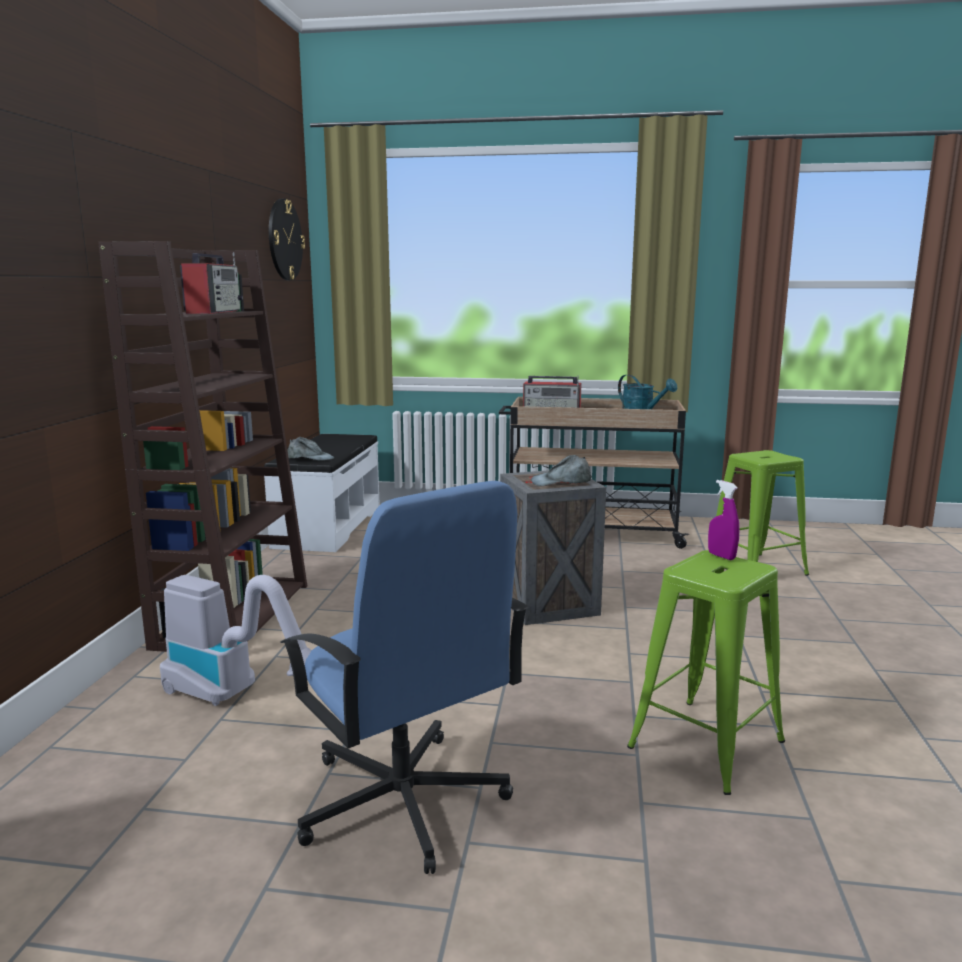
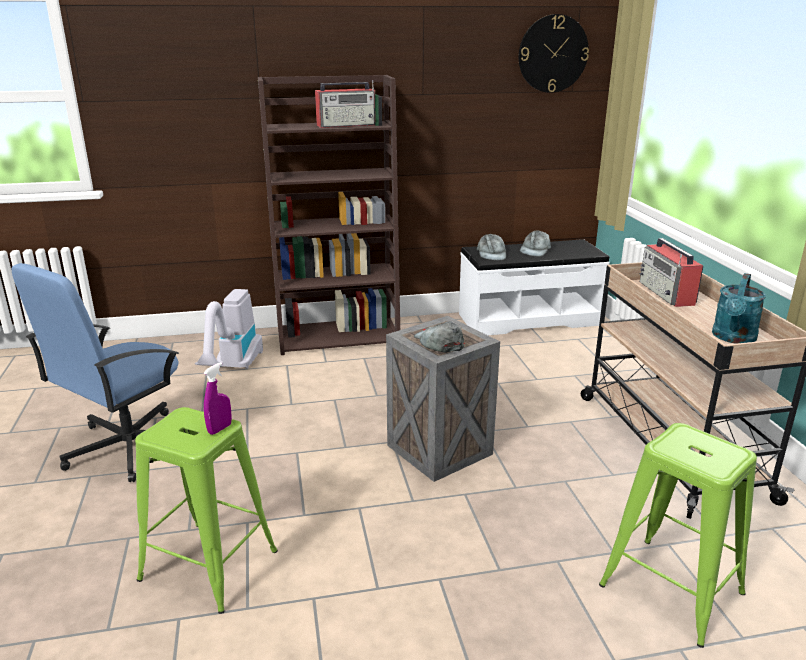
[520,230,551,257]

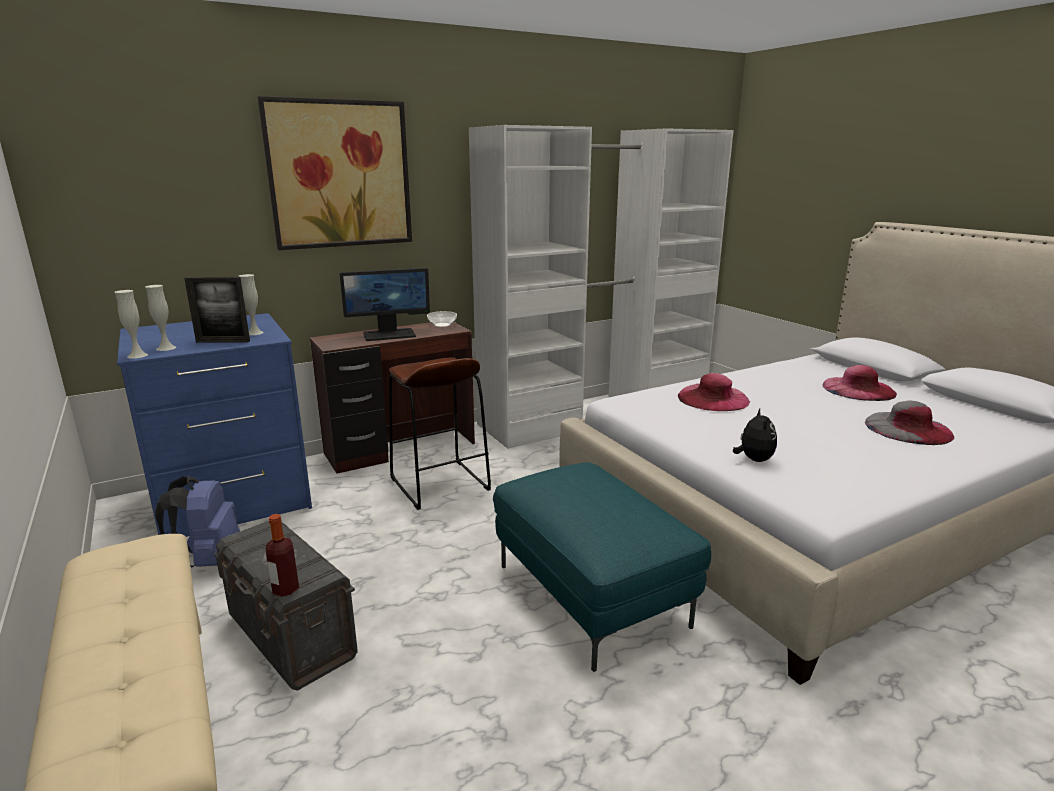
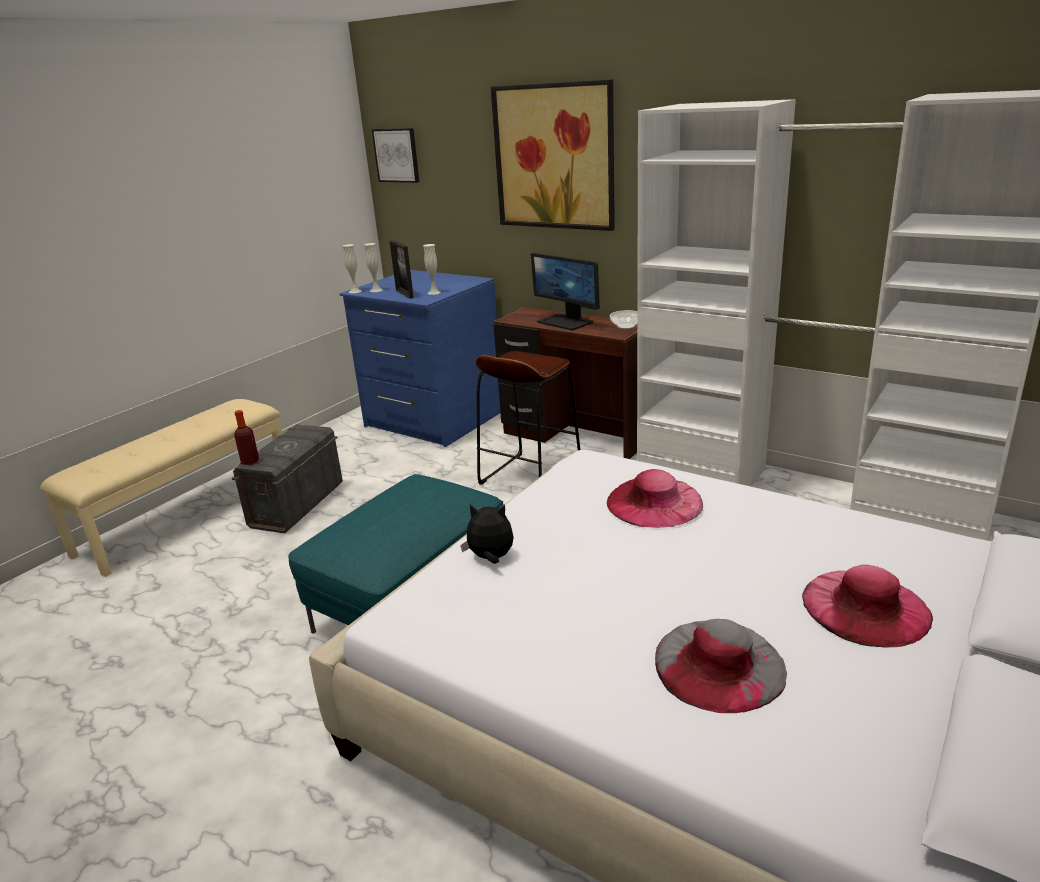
[155,476,240,568] (first image)
[372,128,419,183]
[460,505,514,564]

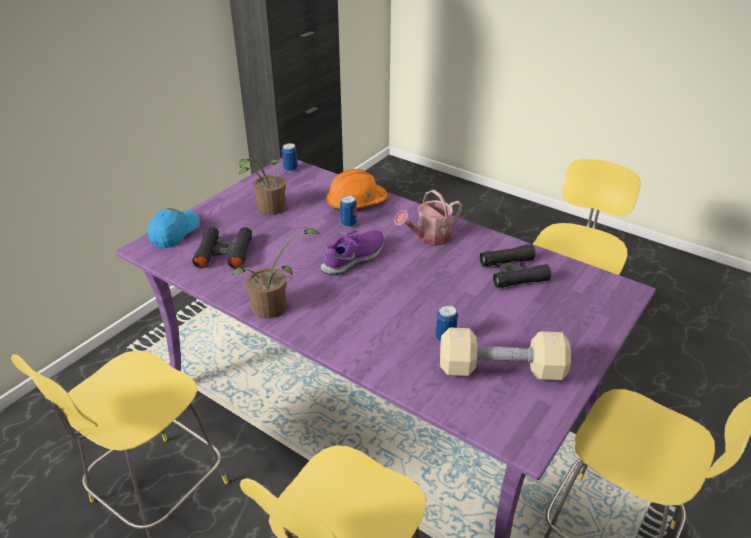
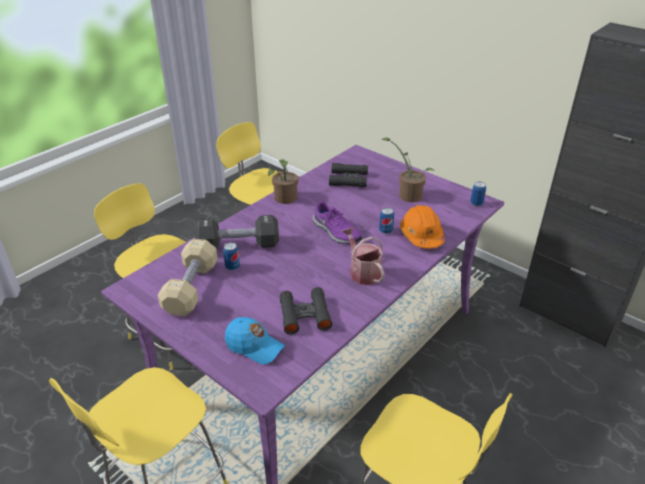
[194,215,279,249]
[225,317,285,364]

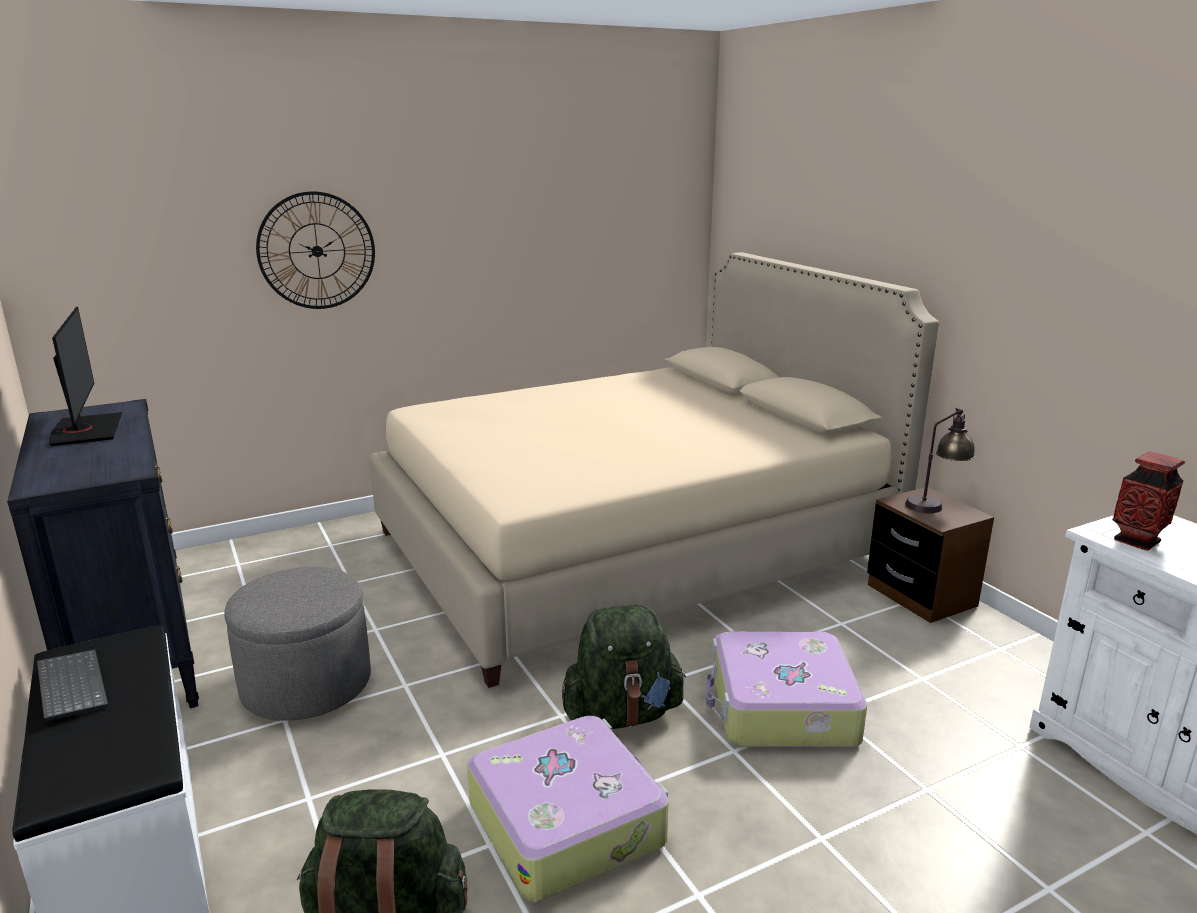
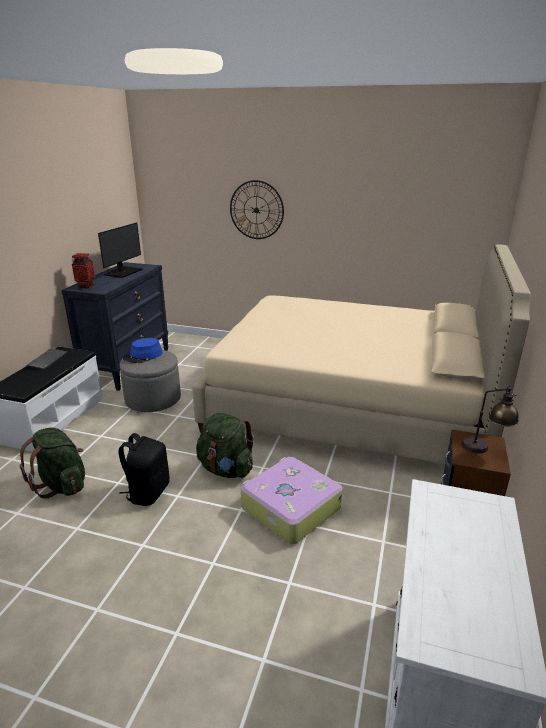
[123,338,163,363]
[72,253,95,288]
[119,433,170,506]

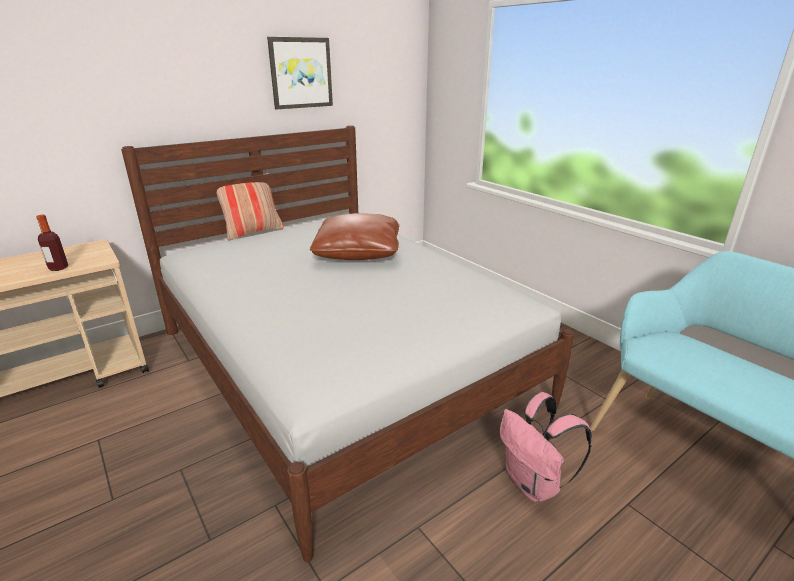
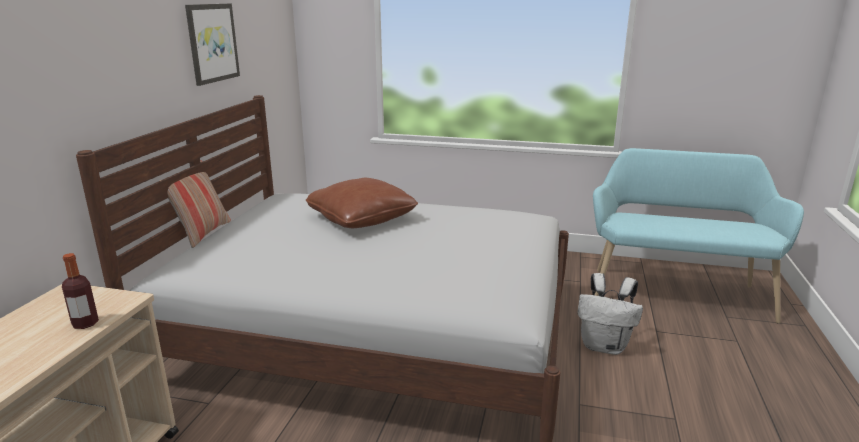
[577,273,643,355]

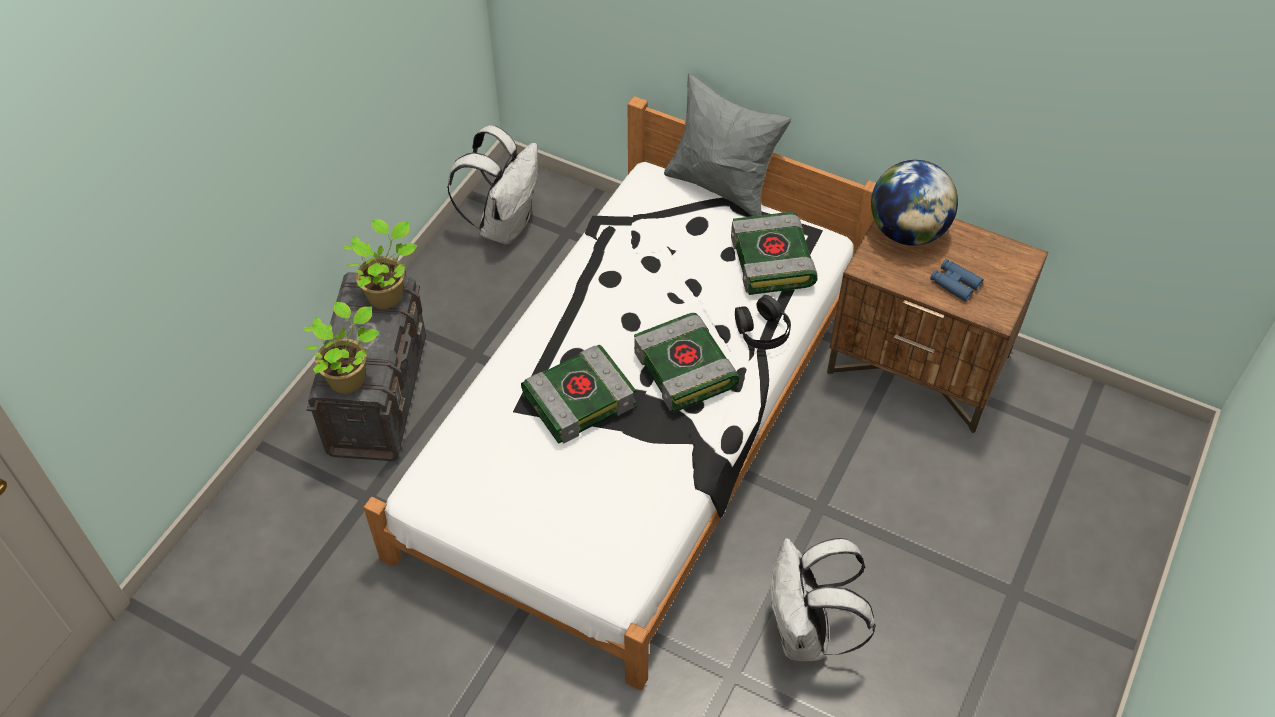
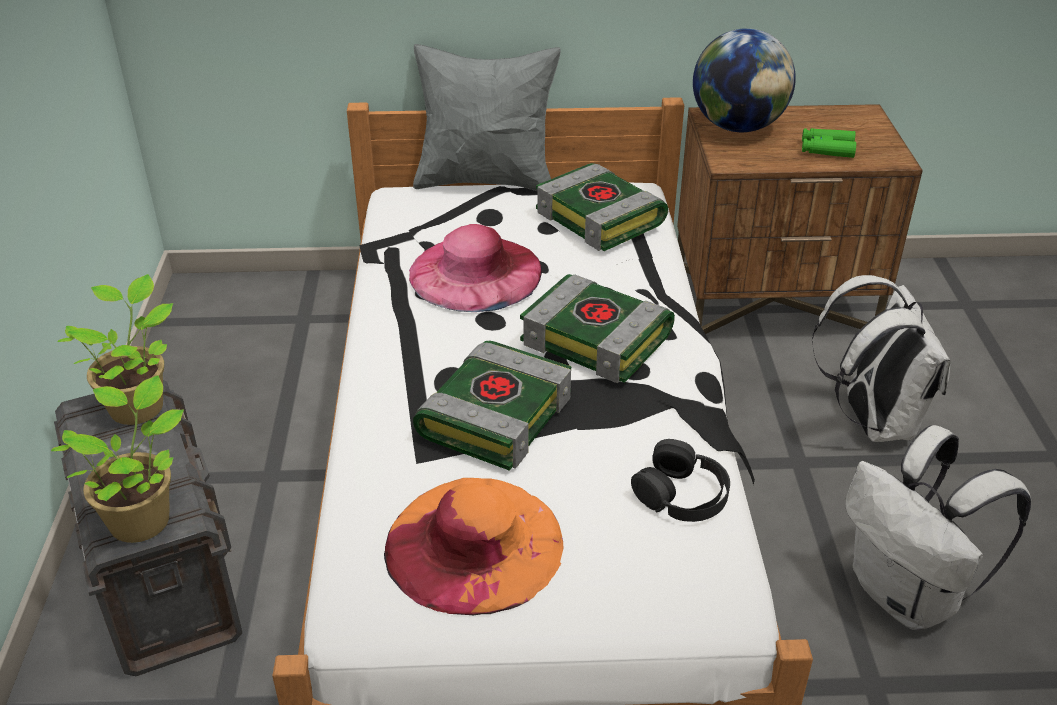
[384,478,563,615]
[409,224,542,312]
[811,275,951,442]
[631,439,730,522]
[802,128,856,158]

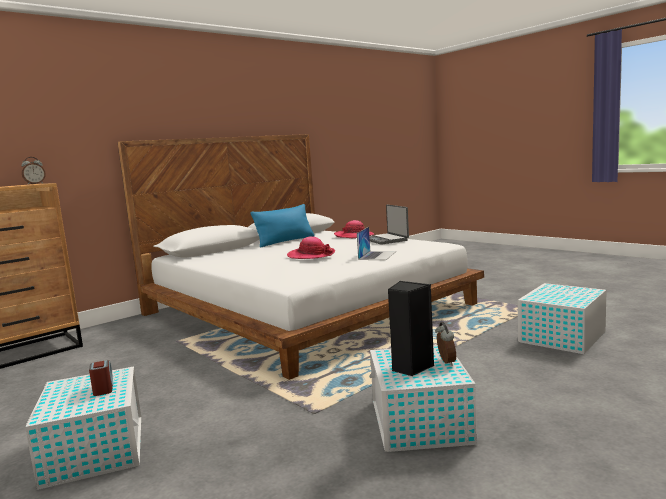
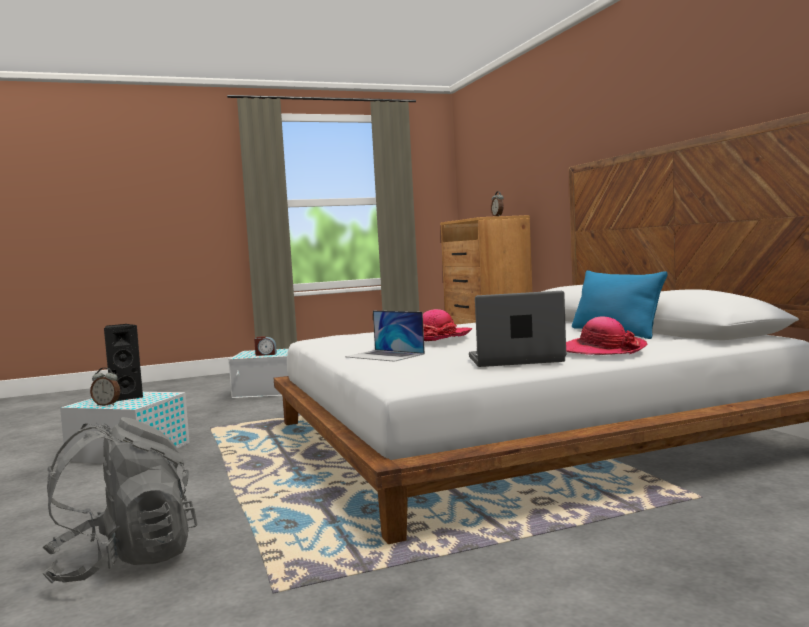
[43,417,197,584]

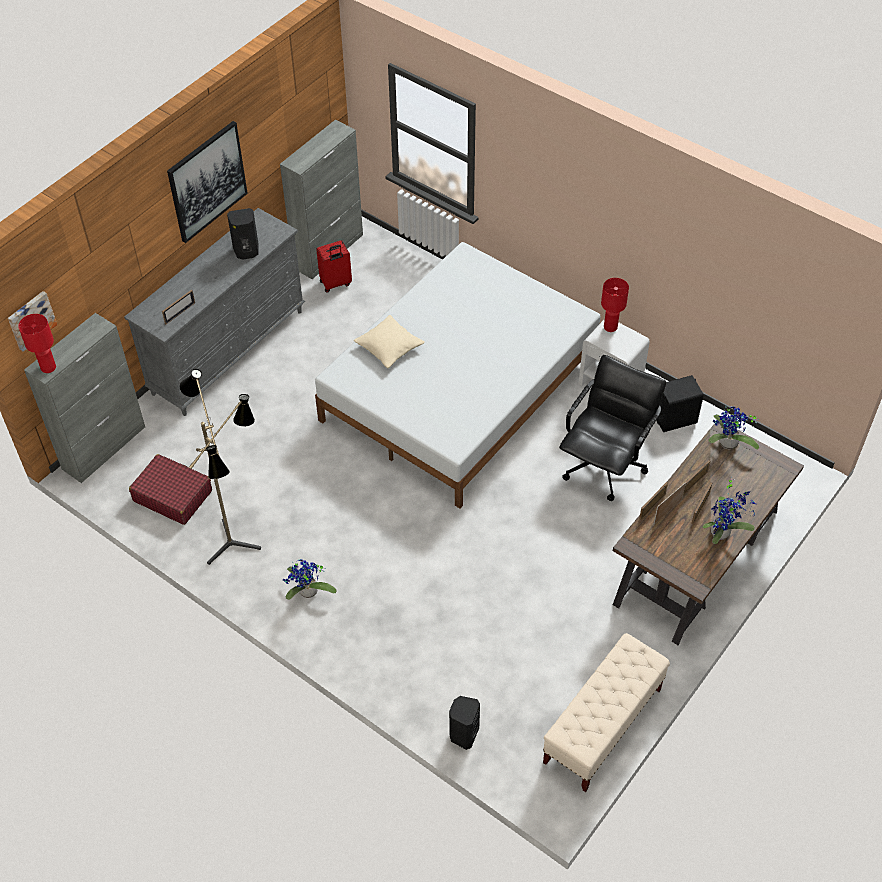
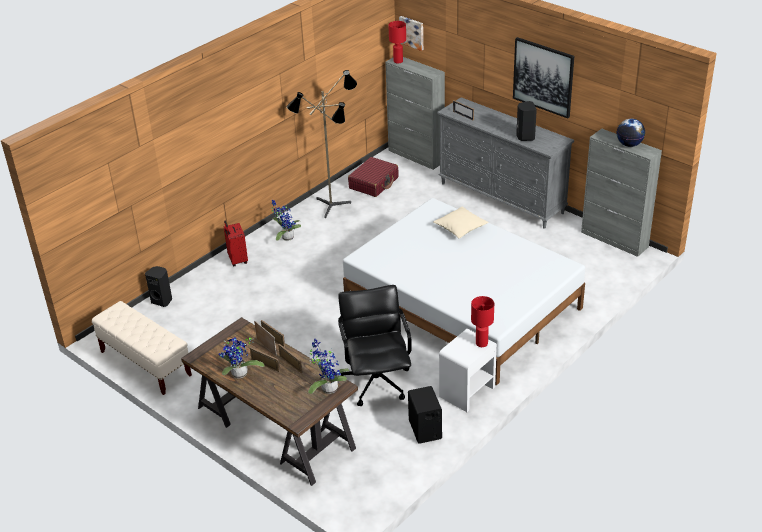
[617,119,645,147]
[224,221,248,267]
[338,285,411,406]

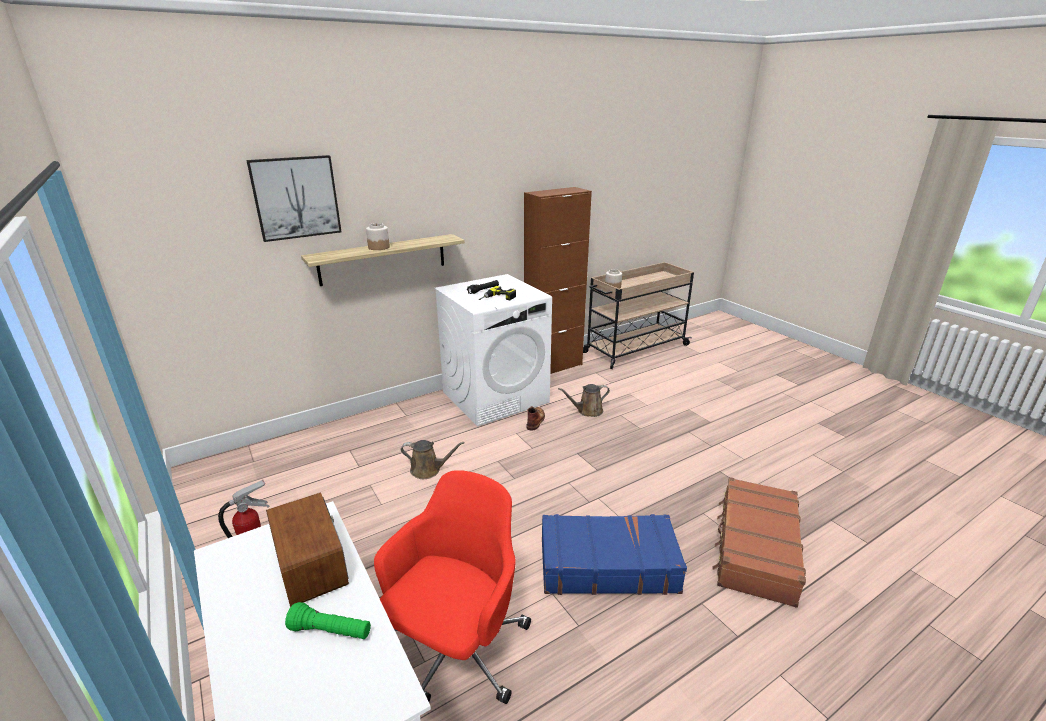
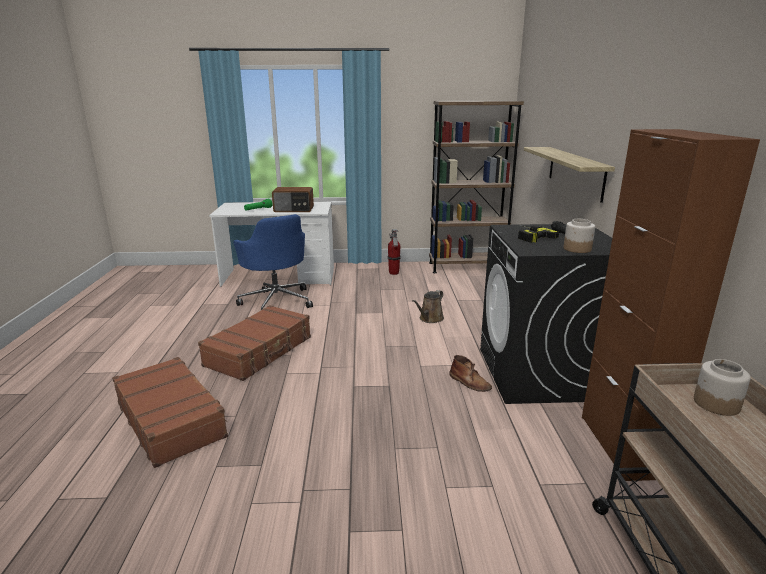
[246,155,342,242] (first image)
[558,384,610,417] (first image)
[429,101,524,273]
[563,219,595,253]
[233,214,313,310]
[480,224,612,404]
[198,305,311,381]

